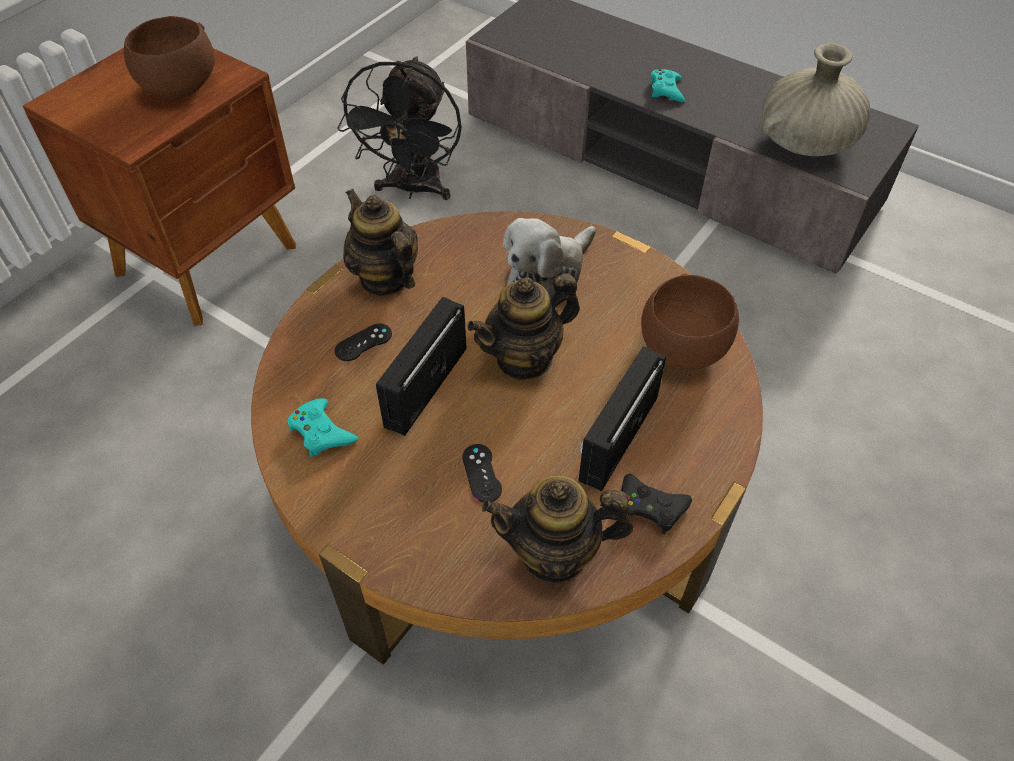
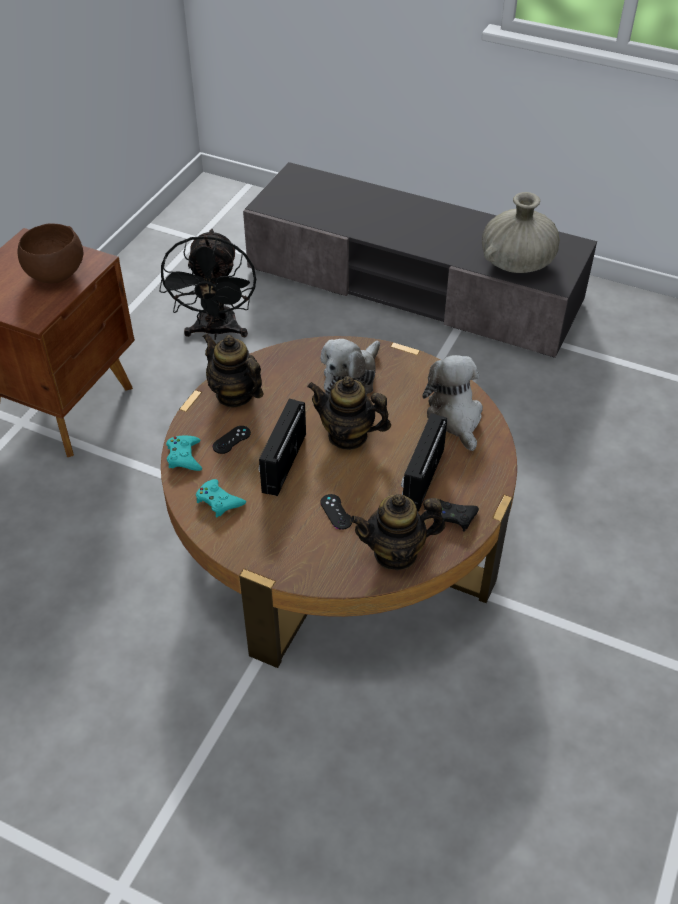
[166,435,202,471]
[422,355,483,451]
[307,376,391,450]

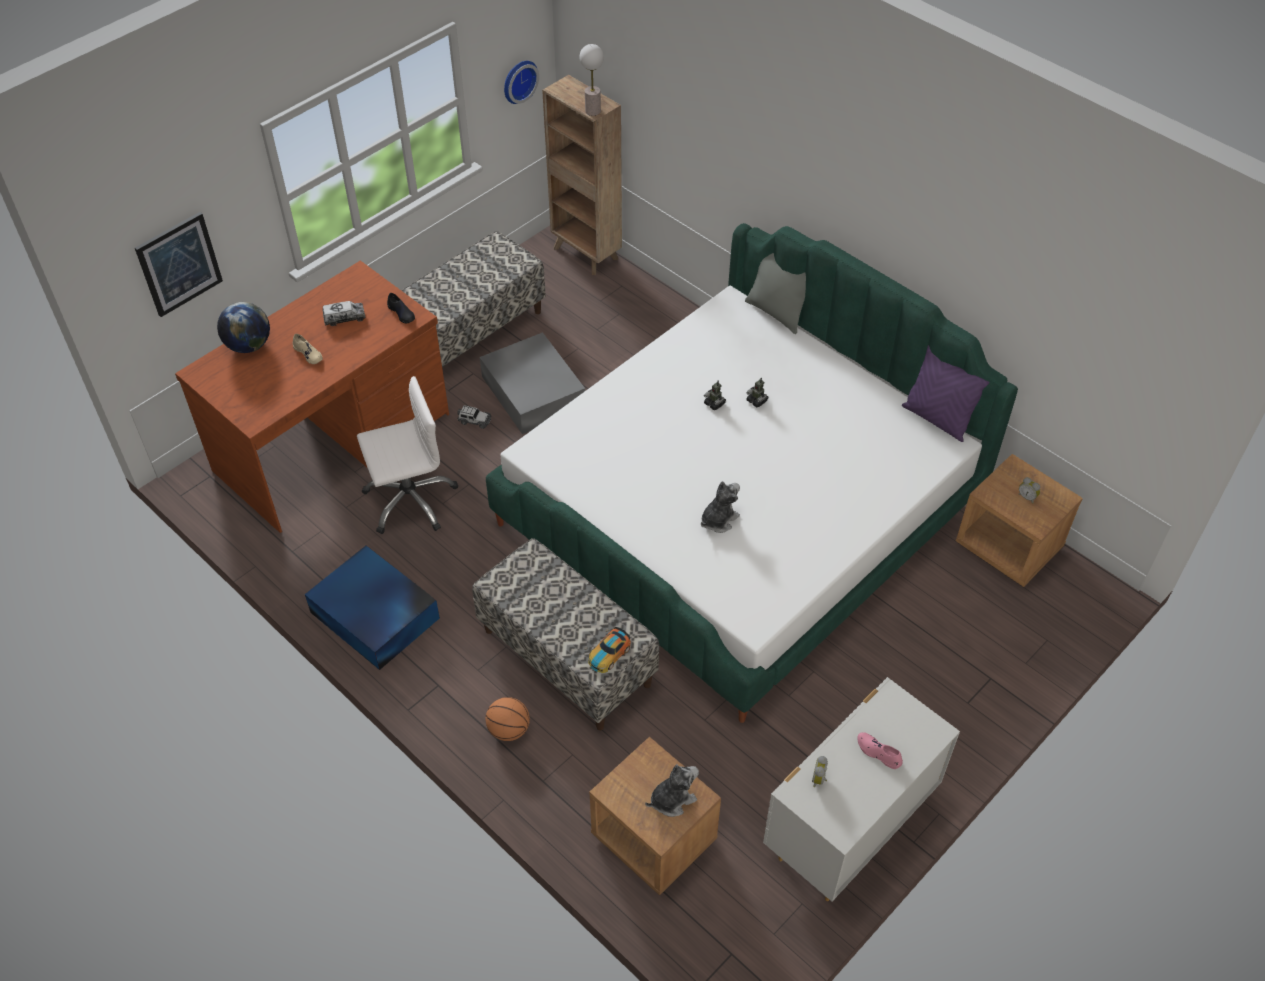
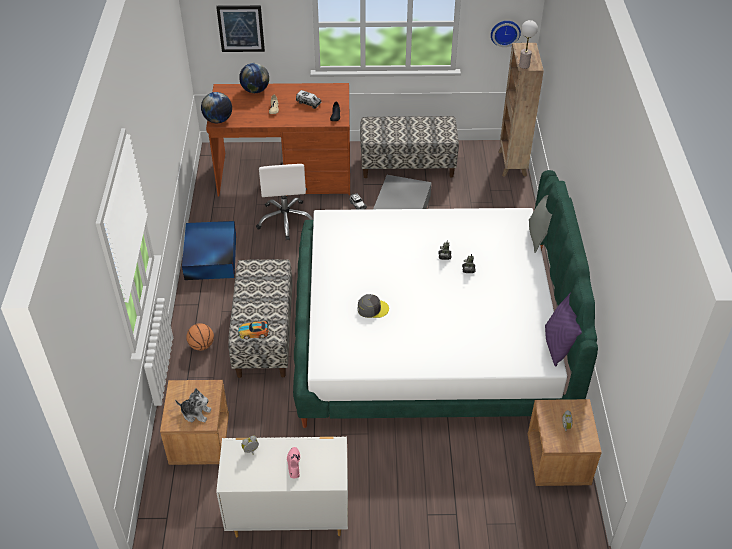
[201,92,232,123]
[358,294,389,318]
[256,164,313,240]

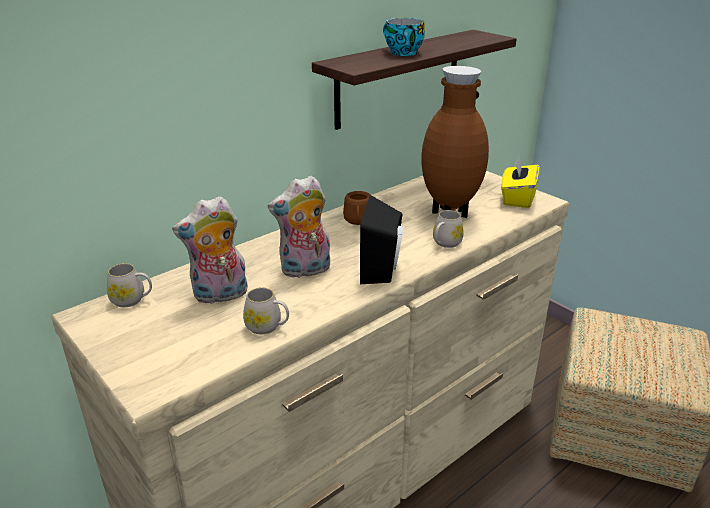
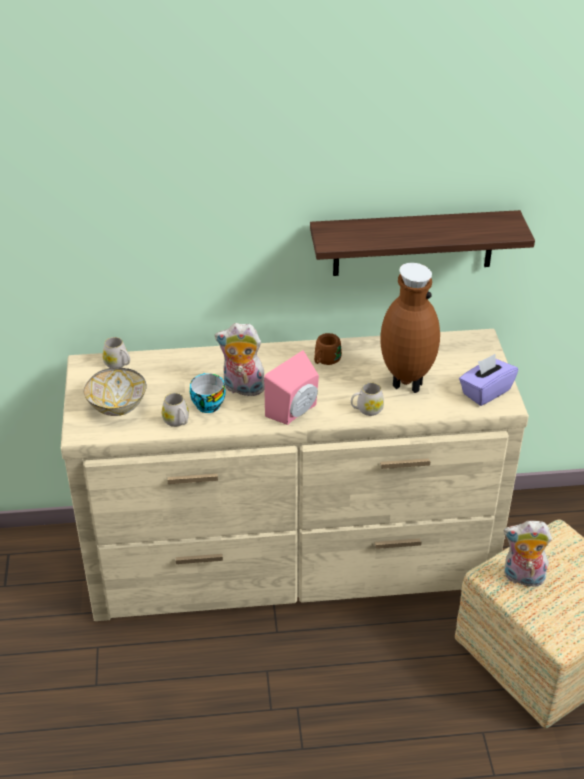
[84,367,147,416]
[504,521,552,590]
[190,373,225,413]
[264,350,319,425]
[459,354,518,406]

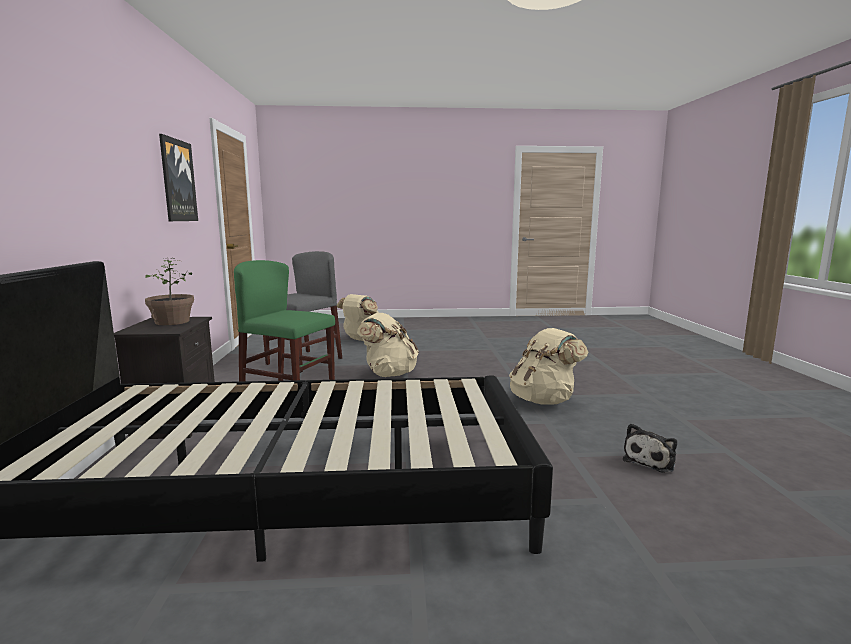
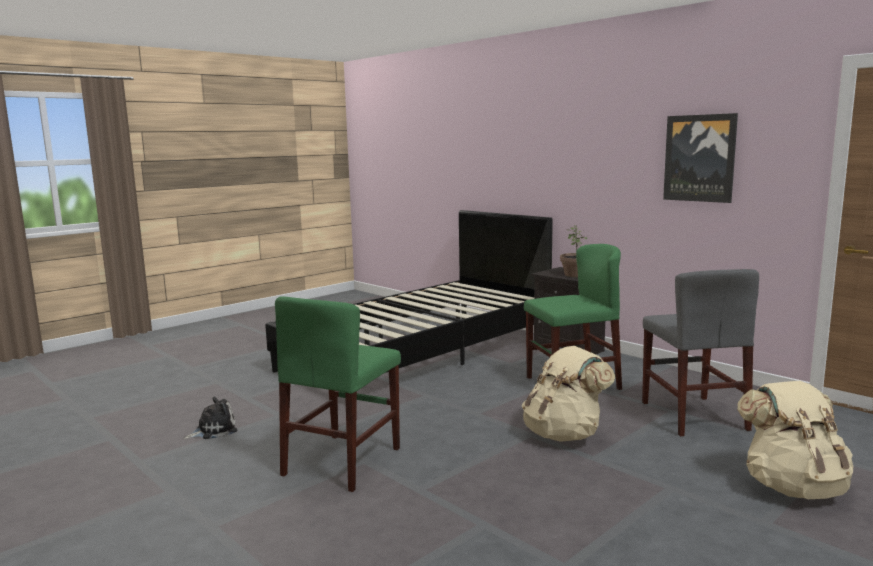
[275,296,401,492]
[183,397,237,439]

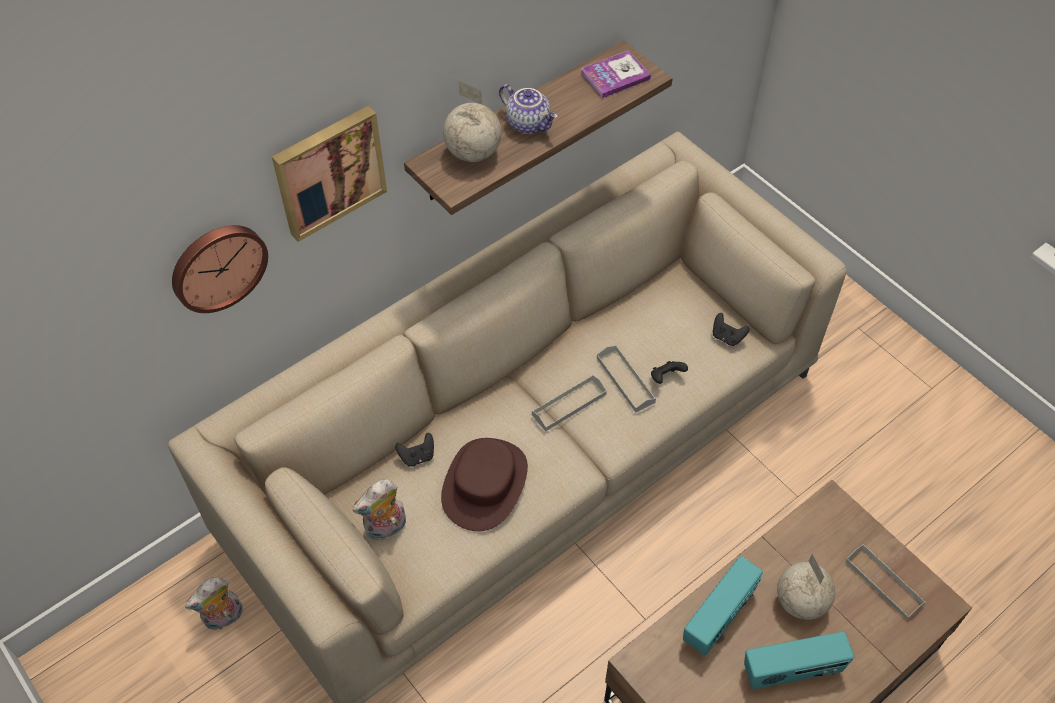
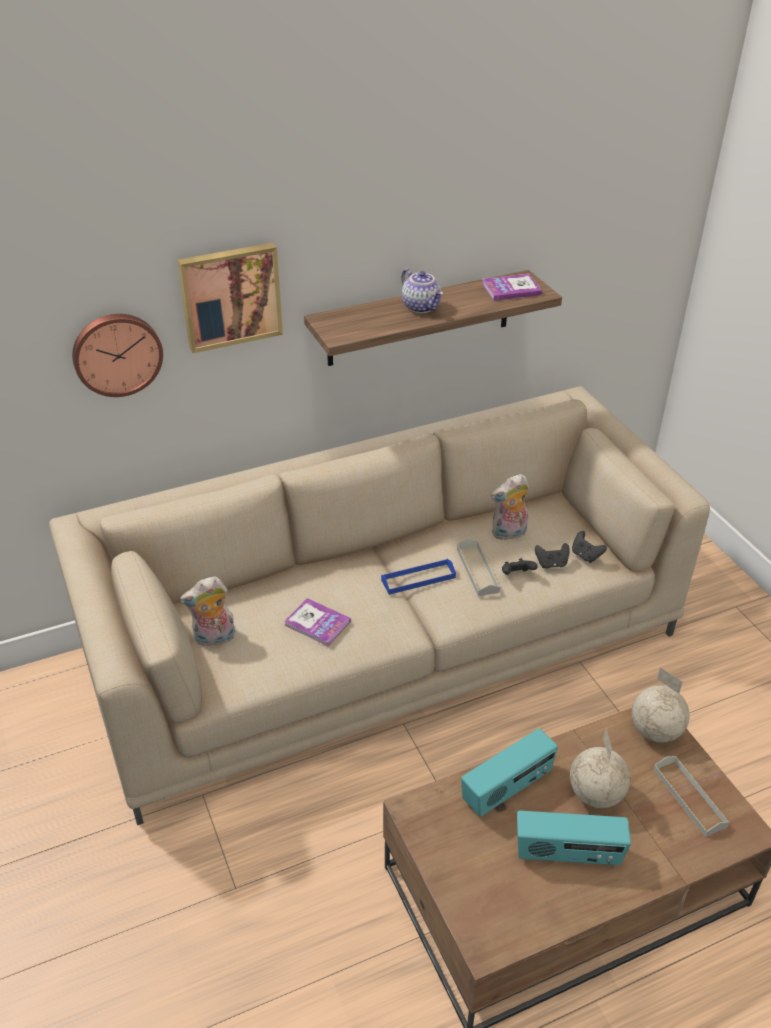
[491,474,529,540]
[535,543,570,568]
[632,667,690,742]
[284,598,351,646]
[381,559,456,595]

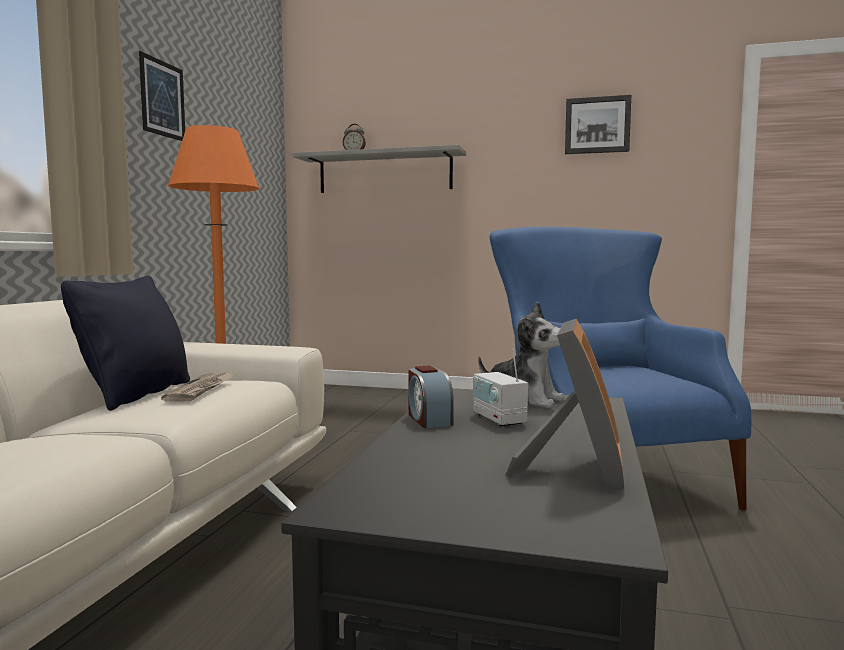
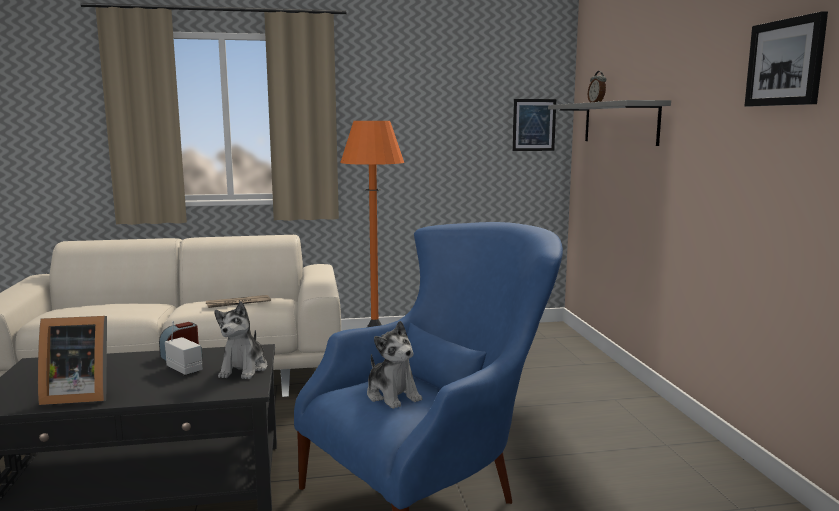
[61,276,190,411] (first image)
[367,321,422,409]
[512,99,556,151]
[165,321,203,375]

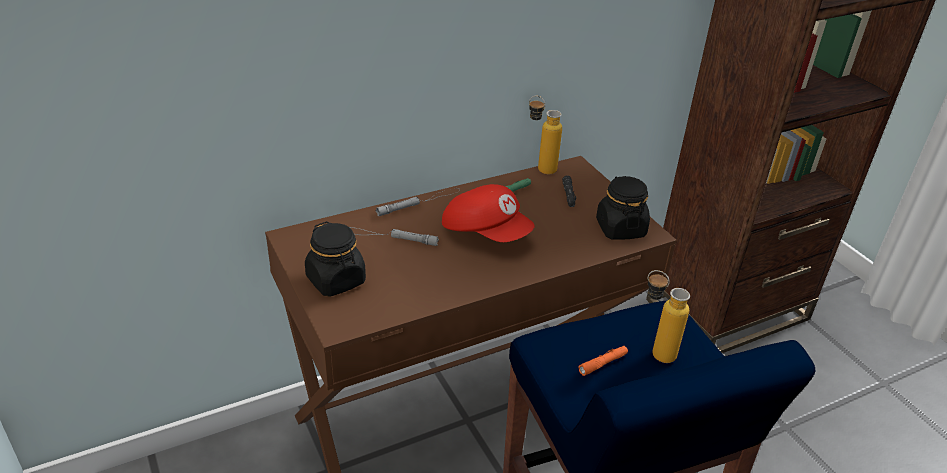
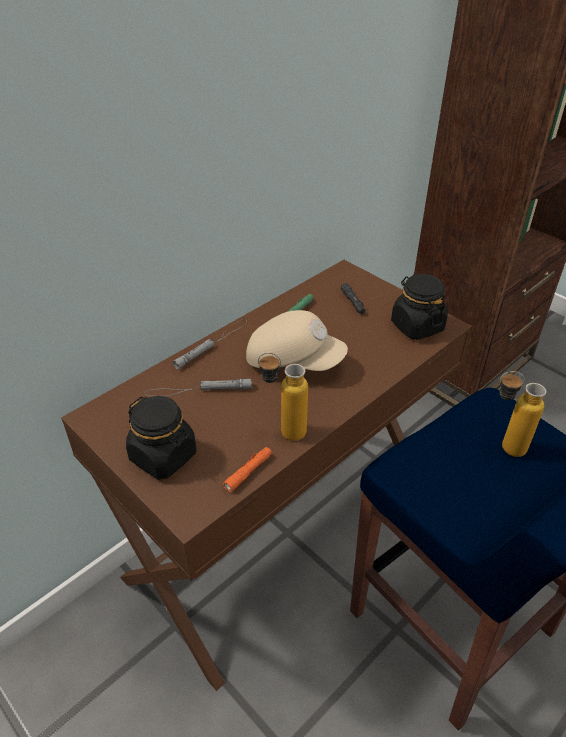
[258,352,308,441]
[223,447,271,492]
[246,310,348,371]

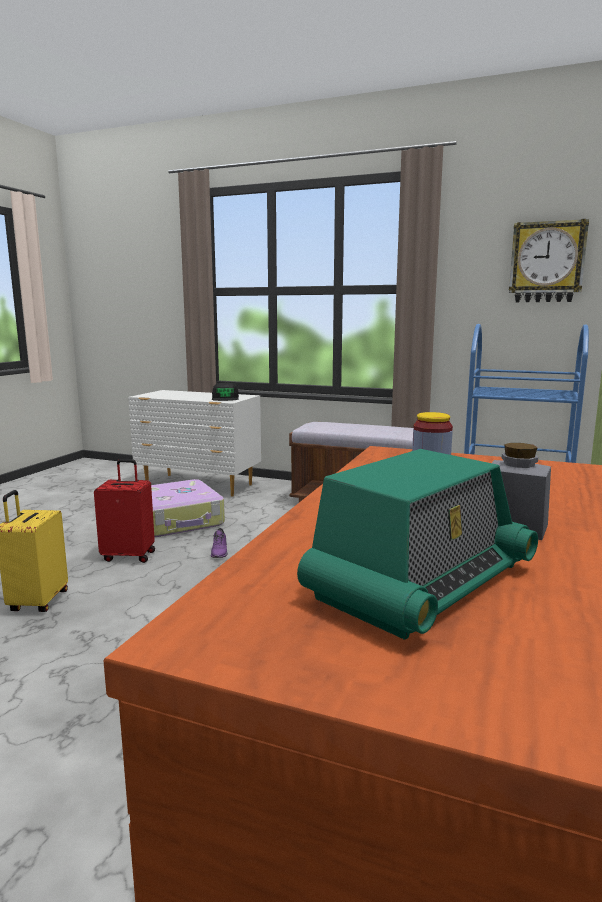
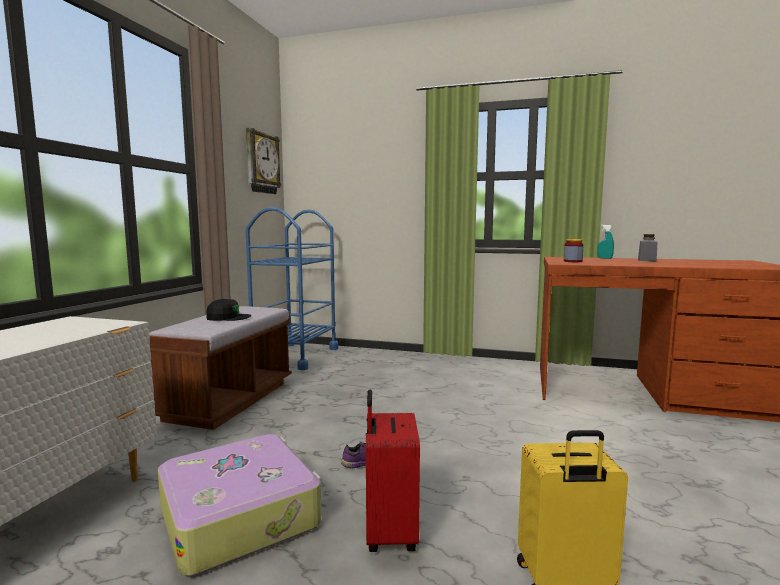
[297,449,538,640] (first image)
[597,225,614,259]
[206,299,251,321]

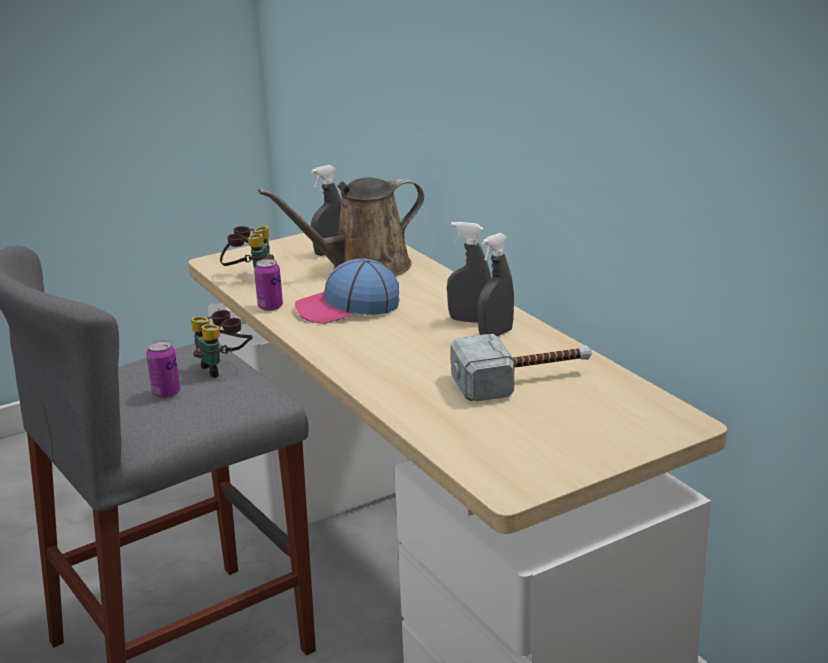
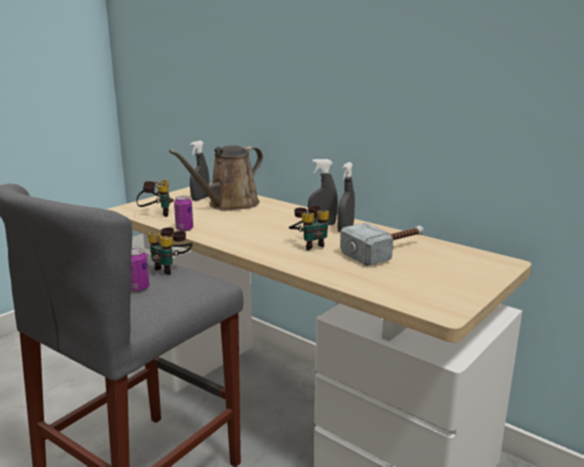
[295,258,399,324] (first image)
[289,205,329,250]

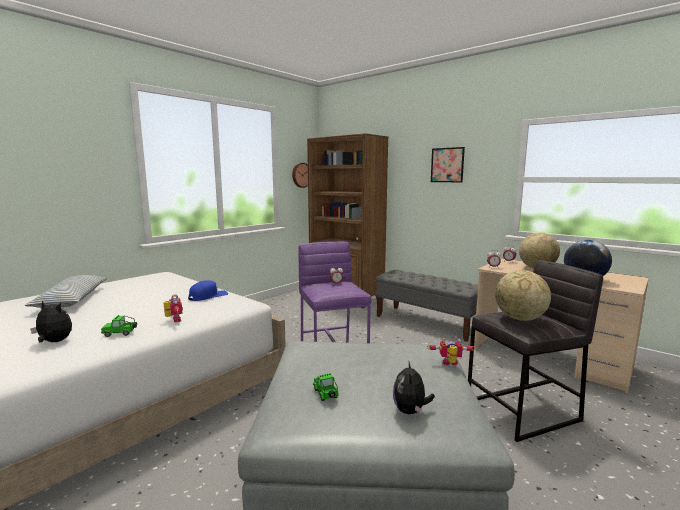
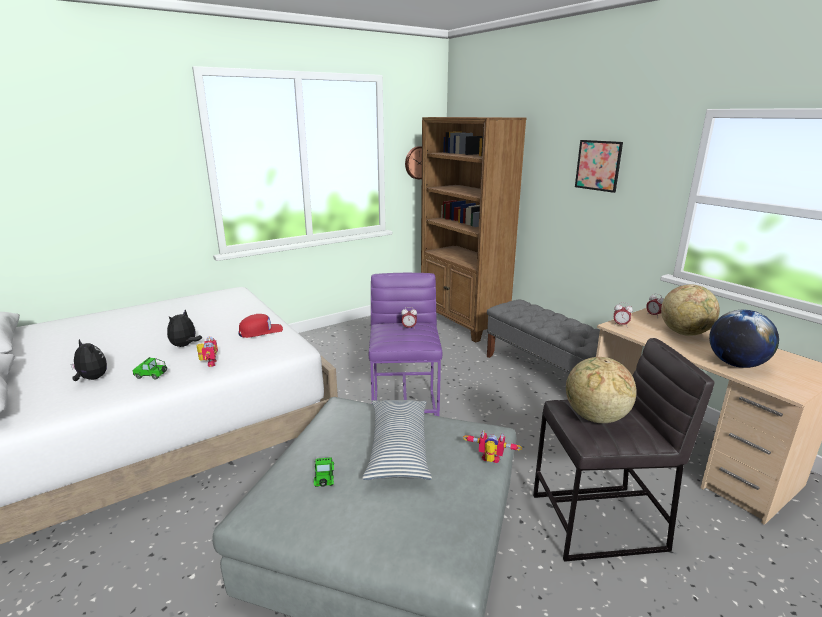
[362,400,432,480]
[167,309,202,347]
[238,314,283,338]

